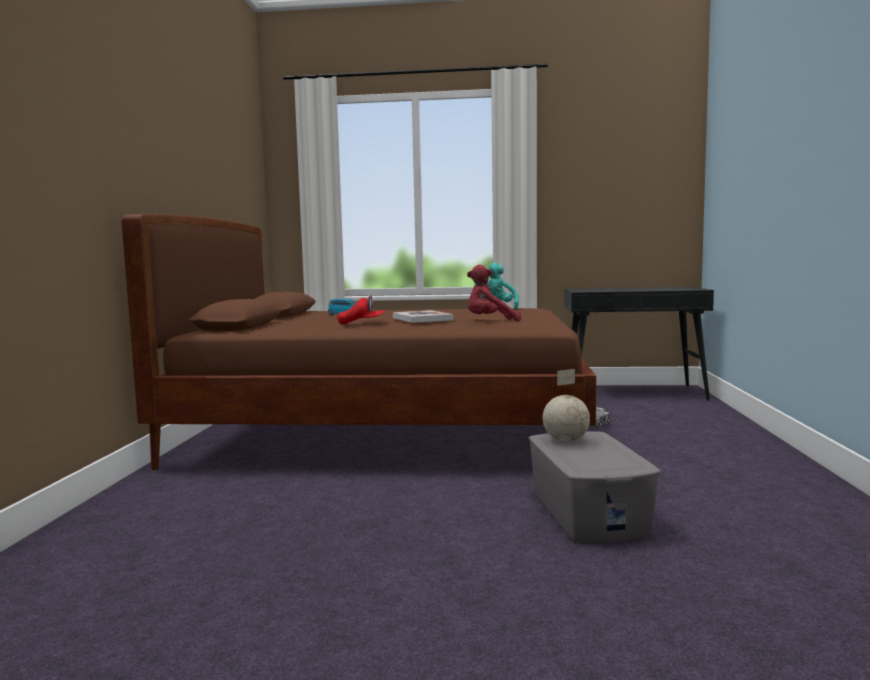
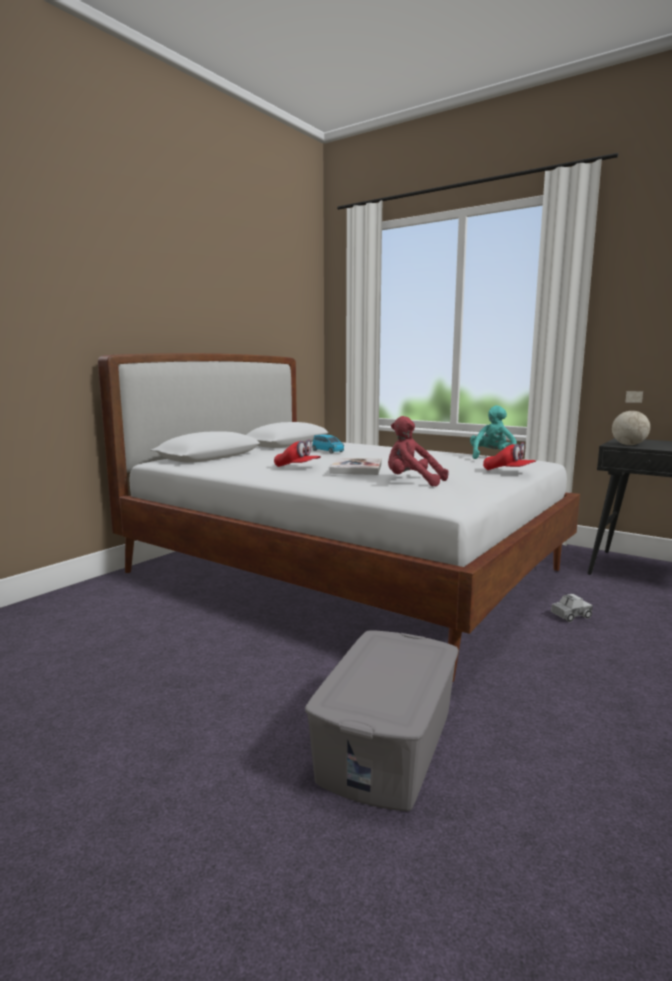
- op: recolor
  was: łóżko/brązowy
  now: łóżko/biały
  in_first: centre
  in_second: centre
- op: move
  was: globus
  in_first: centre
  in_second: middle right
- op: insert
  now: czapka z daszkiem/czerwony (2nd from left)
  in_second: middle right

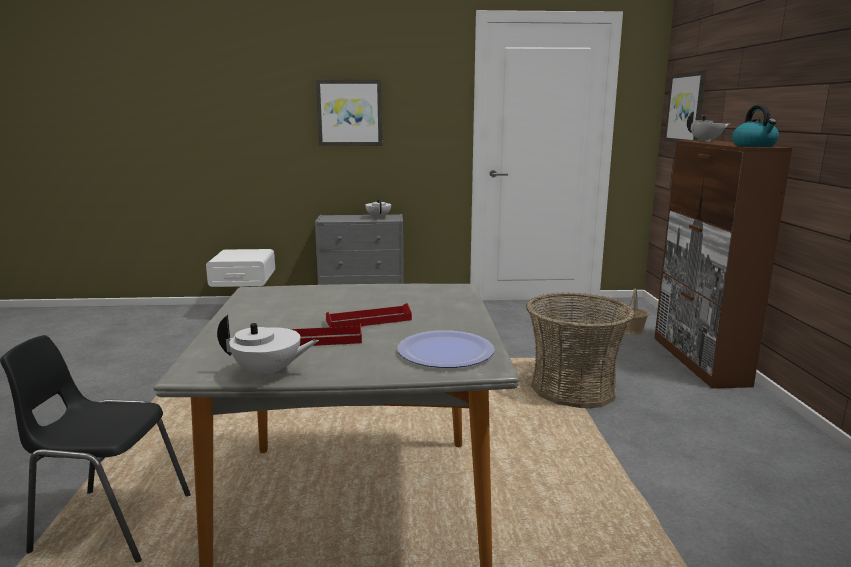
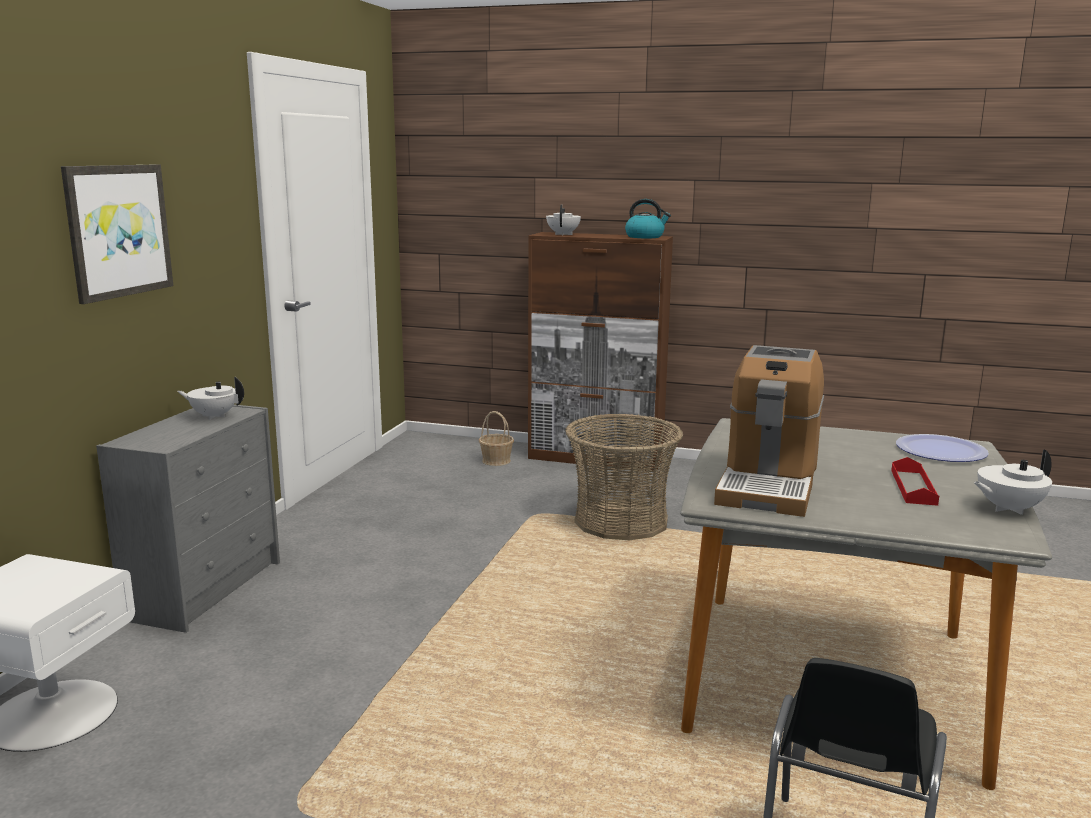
- op: delete
  was: obraz (2nd from left)
  in_first: top right
- op: delete
  was: taca/czerwony (2nd from left)
  in_first: centre
- op: rotate
  was: imbryk/biały (1st from left in the first image)
  in_first: middle left
  in_second: middle right
  clockwise: -135
- op: insert
  now: ekspres do kawy
  in_second: middle right

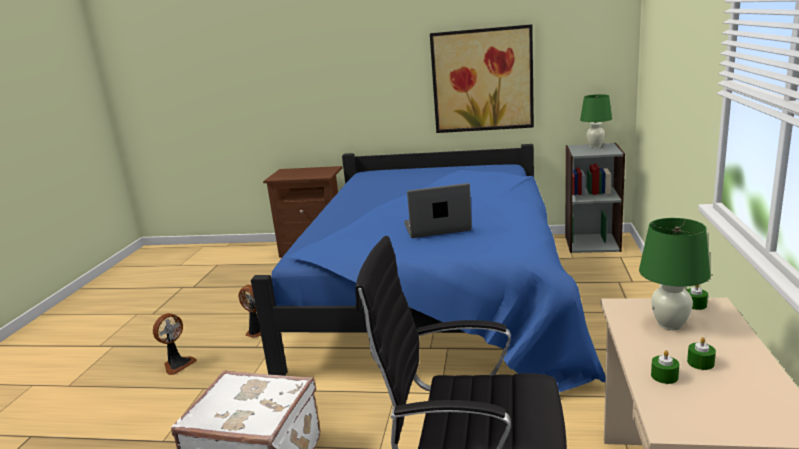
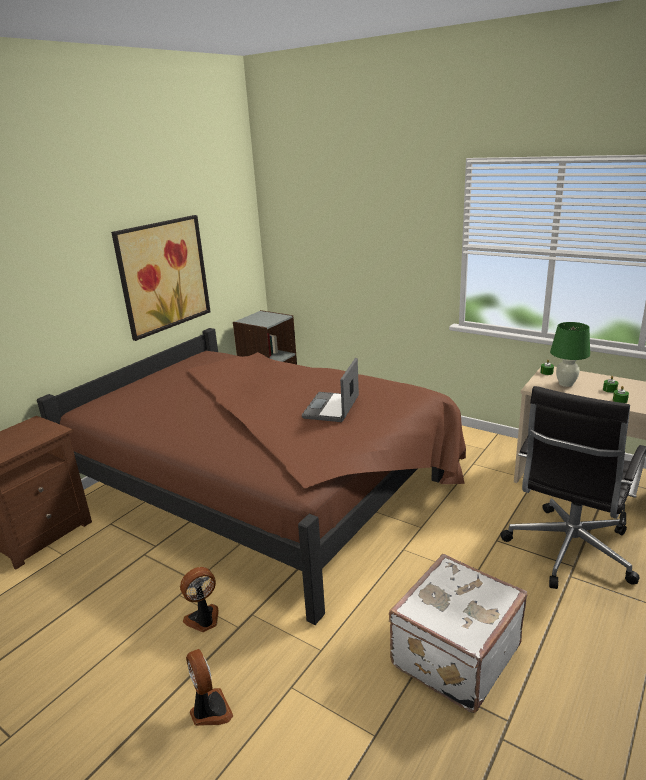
- op: delete
  was: lampa stołowa/zielony (1st from left)
  in_first: top right
- op: recolor
  was: łóżko/niebieski
  now: łóżko/brązowy
  in_first: centre
  in_second: centre

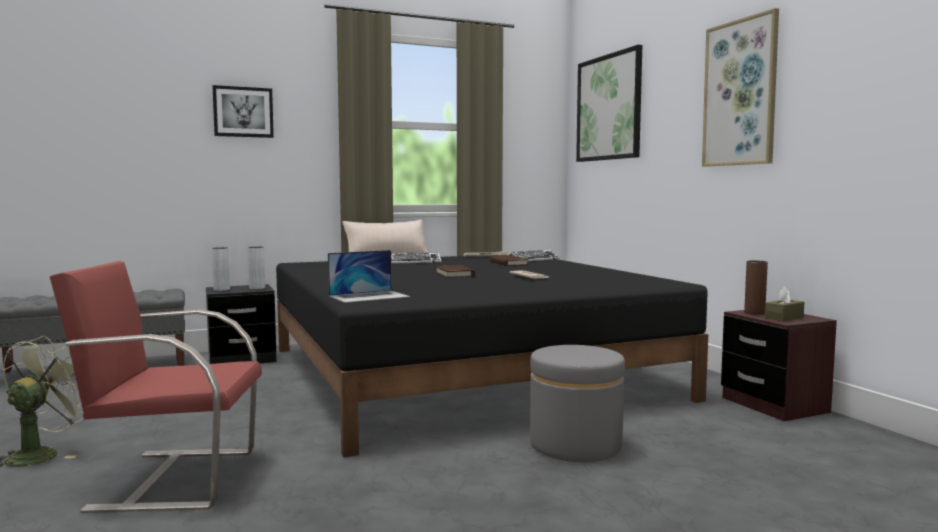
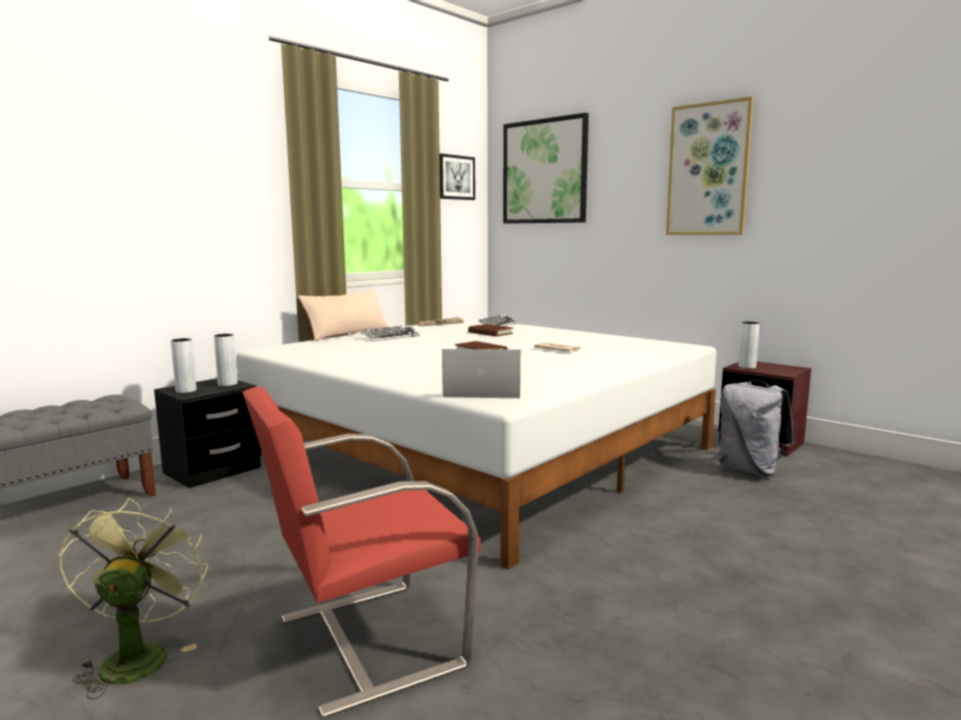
- op: move
  was: obraz (1st from left)
  in_first: top left
  in_second: top centre
- op: rotate
  was: laptop
  in_first: centre
  in_second: centre
  clockwise: -120
- op: recolor
  was: łóżko/czarny
  now: łóżko/biały
  in_first: bottom centre
  in_second: centre
- op: recolor
  was: wazon/brązowy
  now: wazon/szary (3rd from left)
  in_first: middle right
  in_second: middle right
- op: delete
  was: pudełko chusteczek/brązowy
  in_first: middle right
- op: delete
  was: pufa/szary
  in_first: bottom centre
- op: insert
  now: plecak/szary
  in_second: middle right

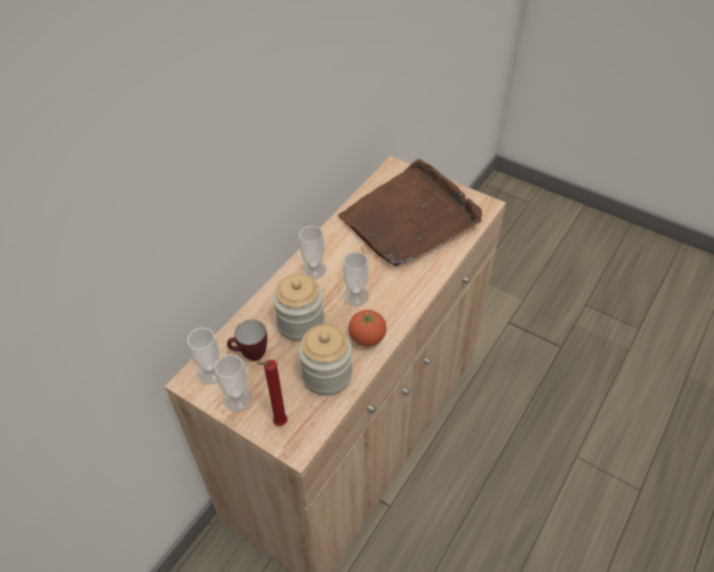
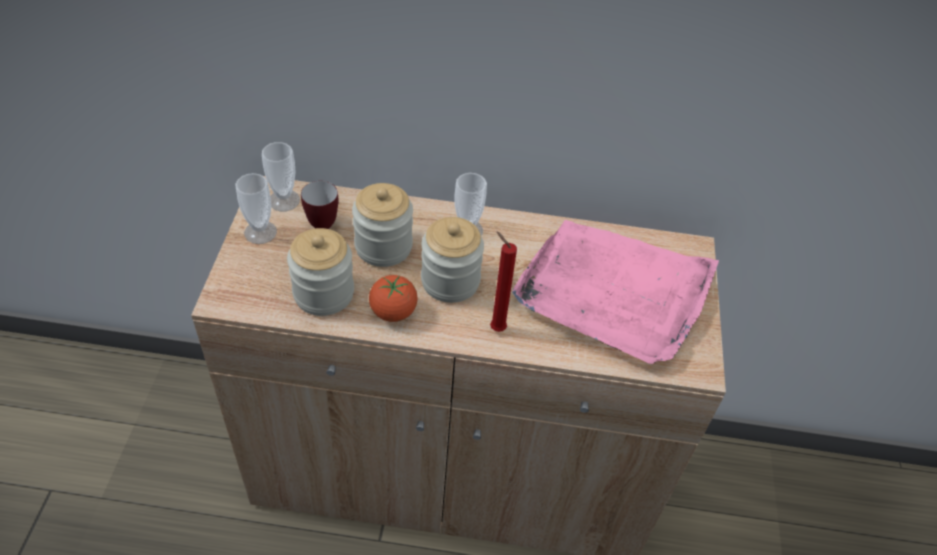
- op: recolor
  was: taca/brązowy
  now: taca/różowy
  in_first: centre
  in_second: centre
- op: replace
  was: filiżanka (4th from left)
  now: słoik (3rd from left)
  in_first: centre
  in_second: centre
- op: move
  was: świeca/czerwony
  in_first: bottom centre
  in_second: centre

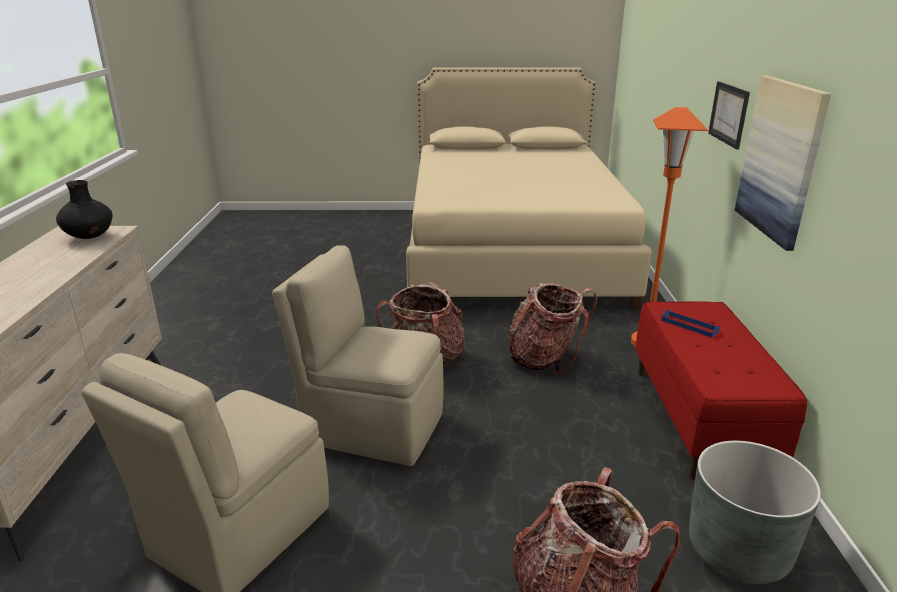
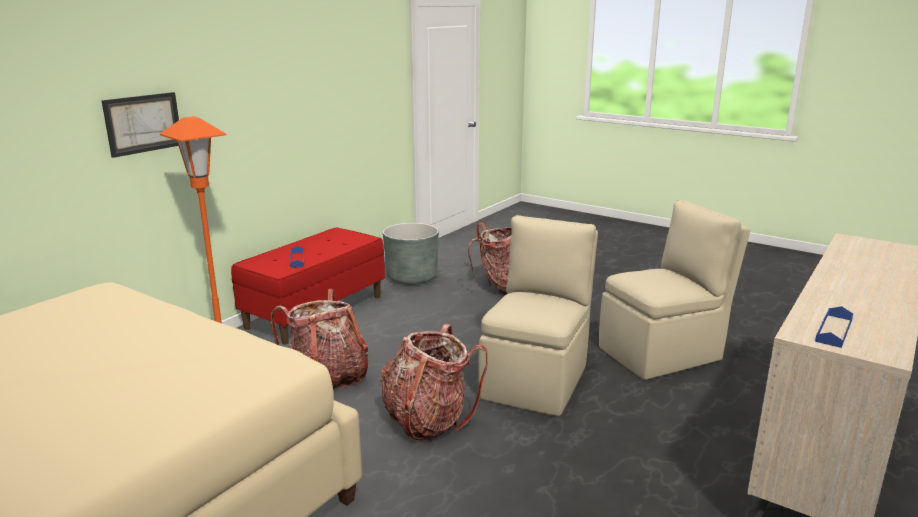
- op: delete
  was: obraz (2nd from left)
  in_first: top right
- op: replace
  was: wazon/czarny
  now: taca/niebieski (2nd from left)
  in_first: middle left
  in_second: middle right
- op: rotate
  was: krzesło/beżowy (2nd from left in the first image)
  in_first: centre
  in_second: centre
  clockwise: -120

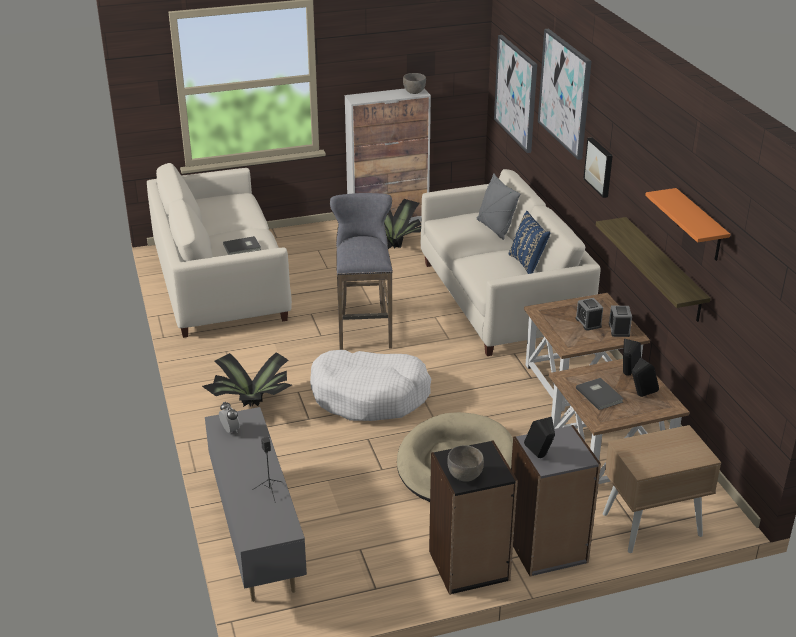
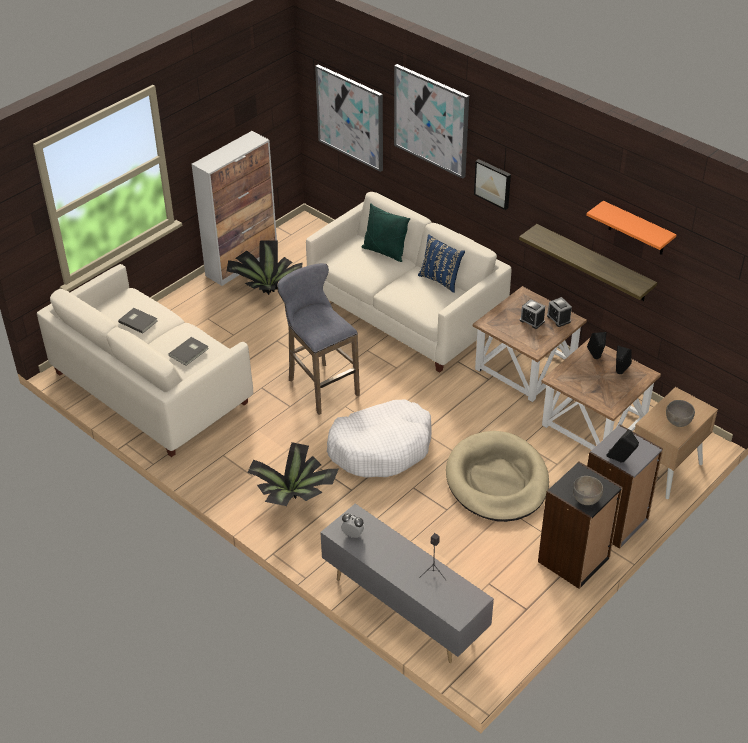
- op: move
  was: miska/szary (1st from left in the first image)
  now: miska/szary (2nd from left)
  in_first: top centre
  in_second: middle right
- op: recolor
  was: poduszka/szary
  now: poduszka/zielony
  in_first: top centre
  in_second: top centre
- op: move
  was: książka/szary (2nd from left in the first image)
  now: książka/szary (1st from left)
  in_first: middle right
  in_second: middle left

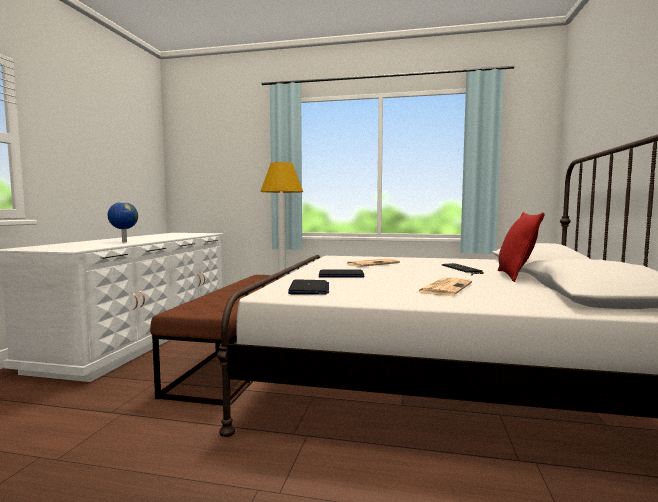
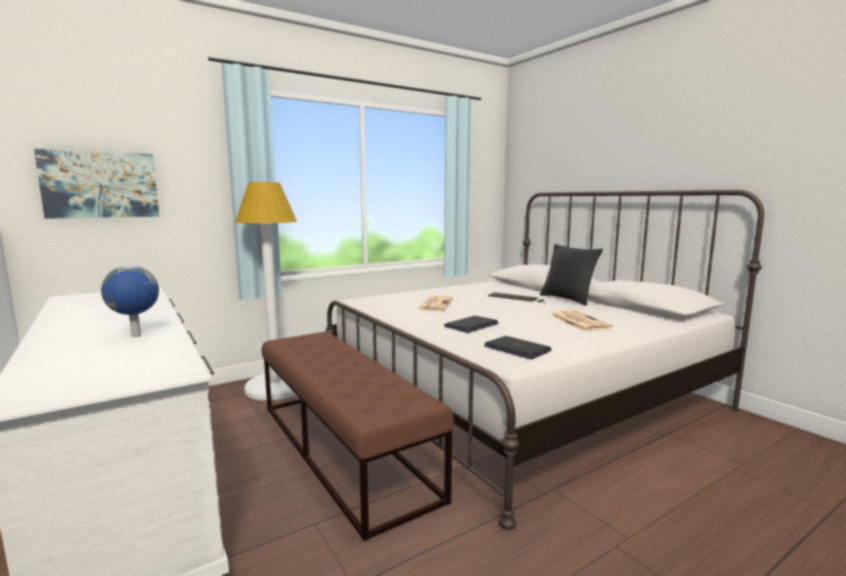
- op: recolor
  was: poduszka/czerwony
  now: poduszka/czarny
  in_first: middle right
  in_second: middle right
- op: insert
  now: obraz
  in_second: top left

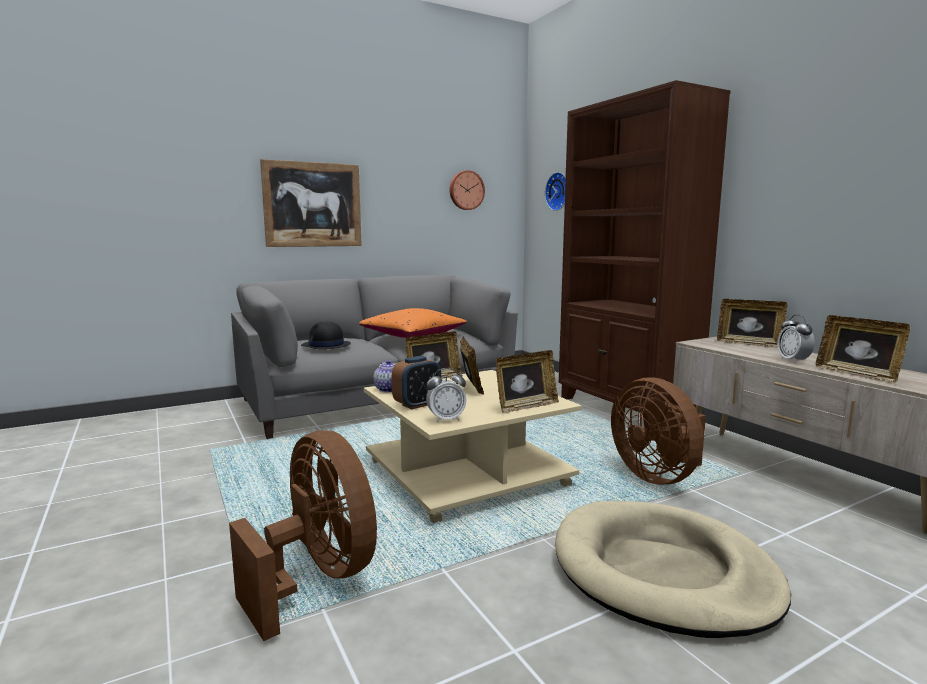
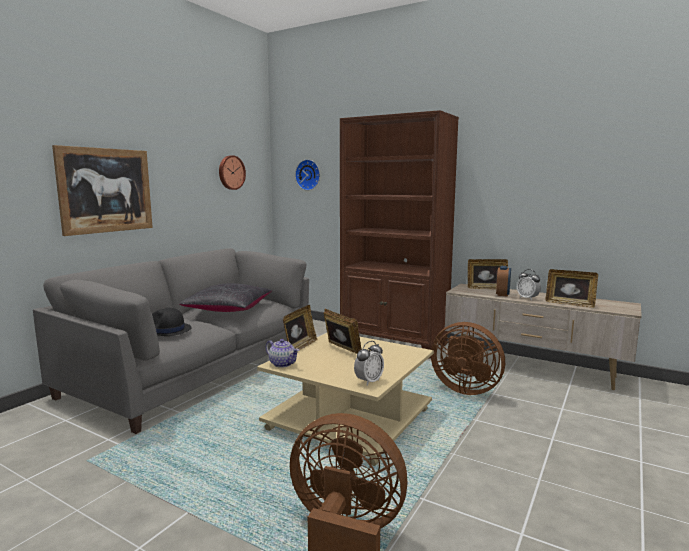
- op: recolor
  was: poduszka/pomarańczowy
  now: poduszka/czarny
  in_first: centre
  in_second: middle left
- op: delete
  was: ramka na zdjęcie (3rd from left)
  in_first: centre
- op: move
  was: budzik (1st from left in the first image)
  now: budzik (2nd from left)
  in_first: centre
  in_second: middle right
- op: delete
  was: legowisko/beżowy
  in_first: bottom right

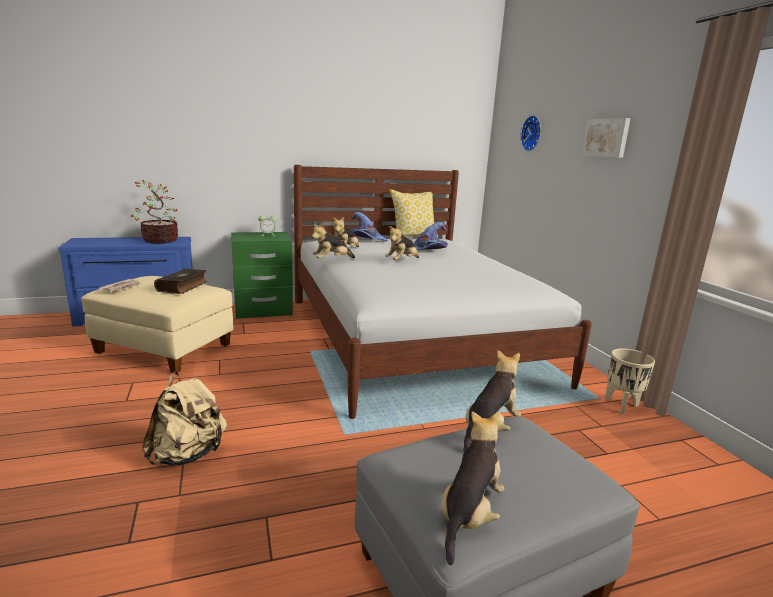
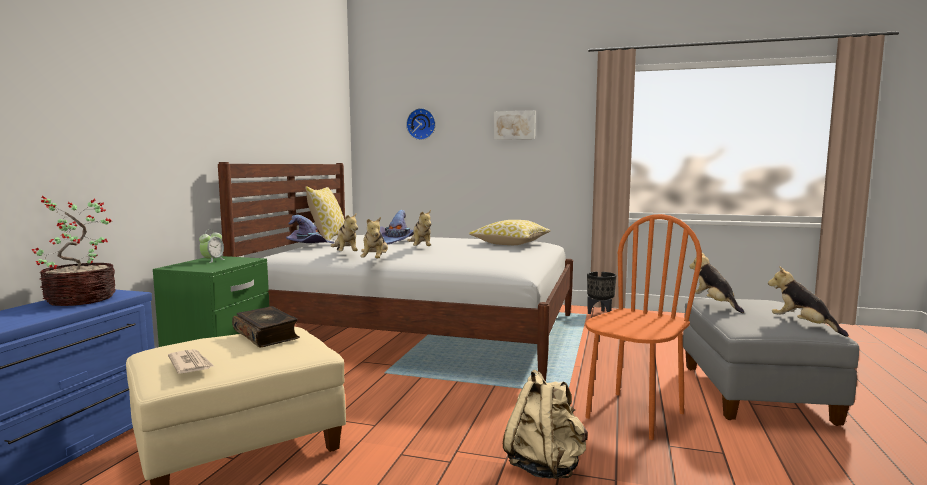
- op: recolor
  was: donica/beżowy
  now: donica/czarny
  in_first: middle right
  in_second: centre
- op: insert
  now: krzesło/pomarańczowy
  in_second: bottom right
- op: insert
  now: poduszka (2nd from left)
  in_second: centre

